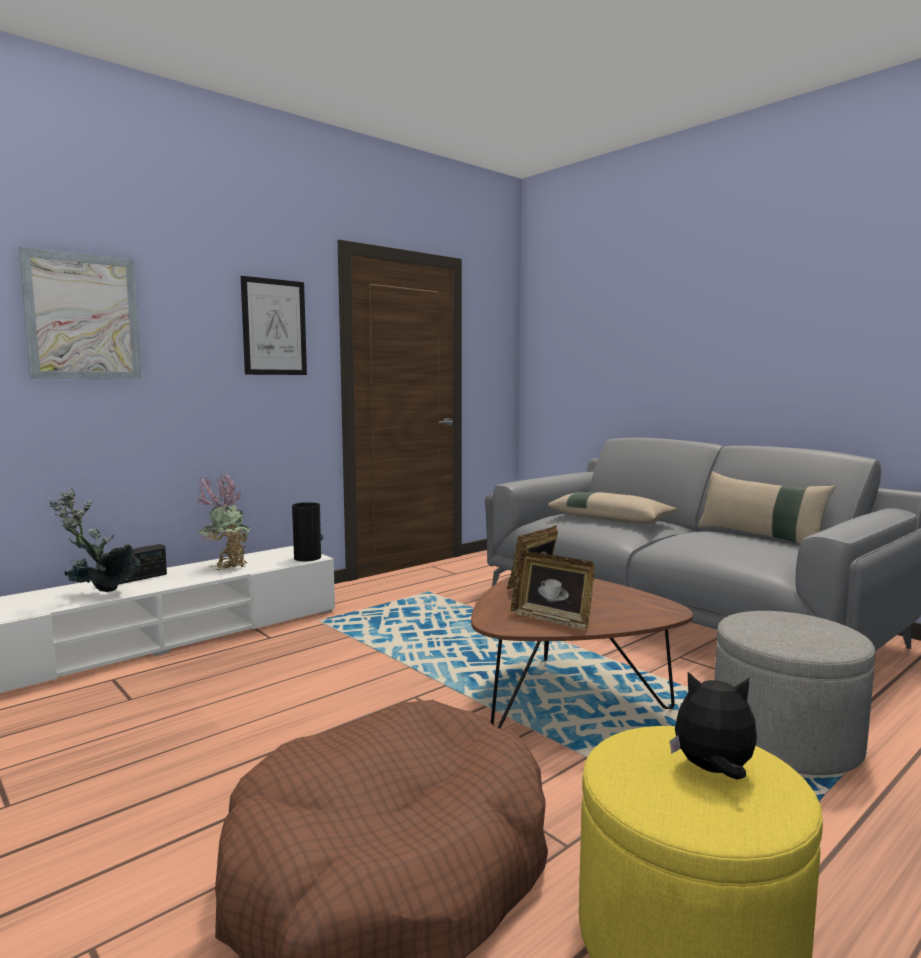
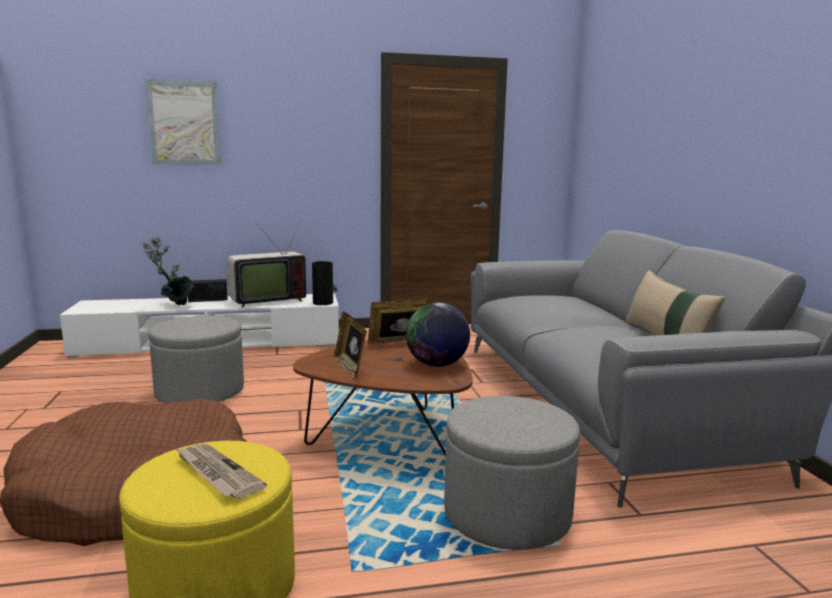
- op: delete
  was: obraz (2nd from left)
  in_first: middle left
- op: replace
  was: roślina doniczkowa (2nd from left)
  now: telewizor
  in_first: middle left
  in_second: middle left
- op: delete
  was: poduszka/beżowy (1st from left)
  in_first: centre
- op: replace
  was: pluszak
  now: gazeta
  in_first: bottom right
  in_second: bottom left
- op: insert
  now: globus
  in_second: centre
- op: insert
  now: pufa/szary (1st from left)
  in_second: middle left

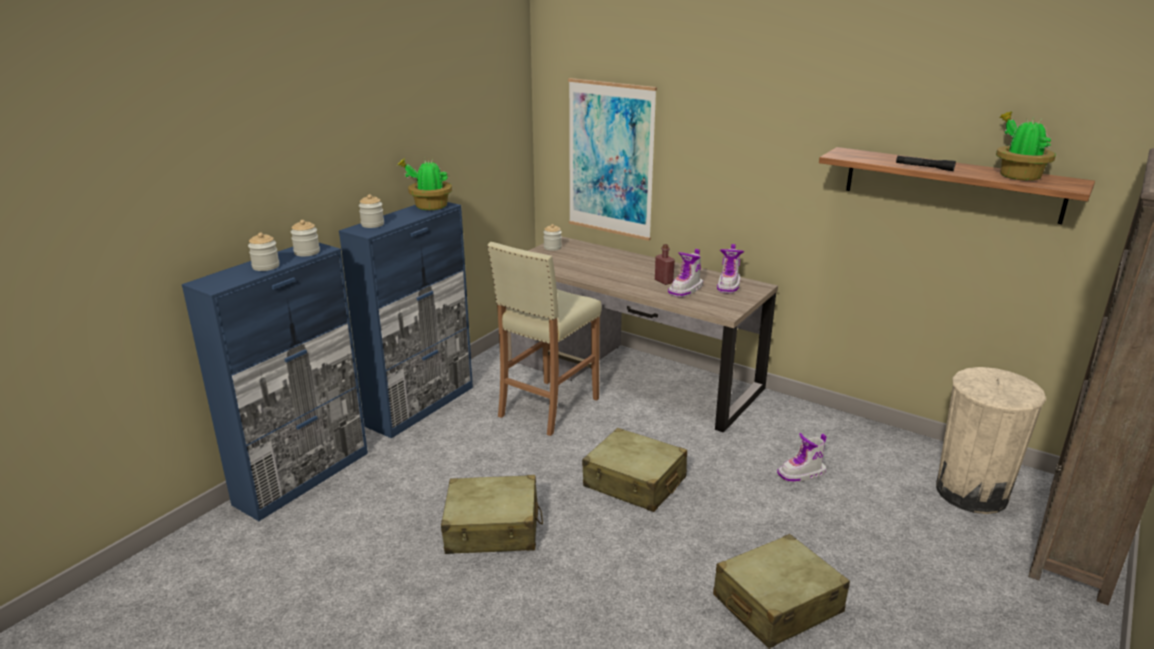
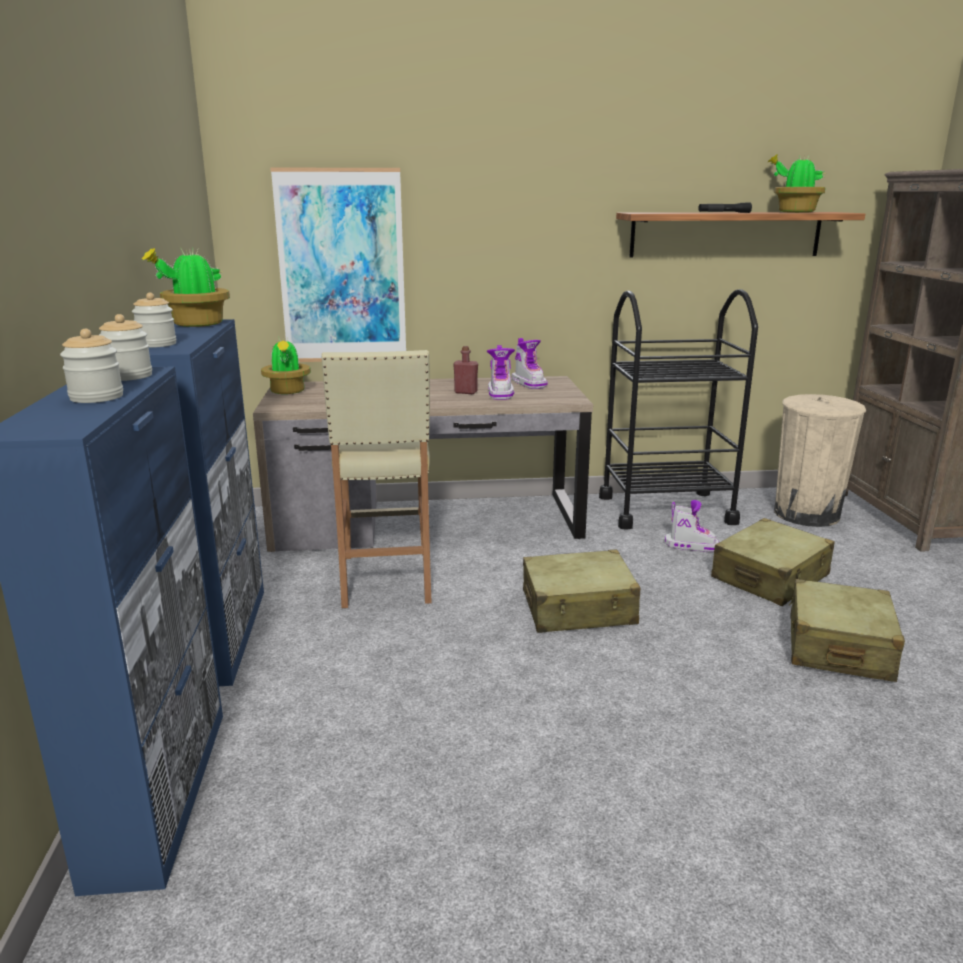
- op: replace
  was: słoik (4th from left)
  now: roślina doniczkowa (2nd from left)
  in_first: centre
  in_second: middle left
- op: rotate
  was: but z cholewką (3rd from left)
  in_first: bottom right
  in_second: middle right
  clockwise: -105
- op: move
  was: walizka/beżowy (1st from left in the first image)
  now: walizka/beżowy (2nd from left)
  in_first: bottom centre
  in_second: middle right
- op: insert
  now: wózek/czarny
  in_second: middle right

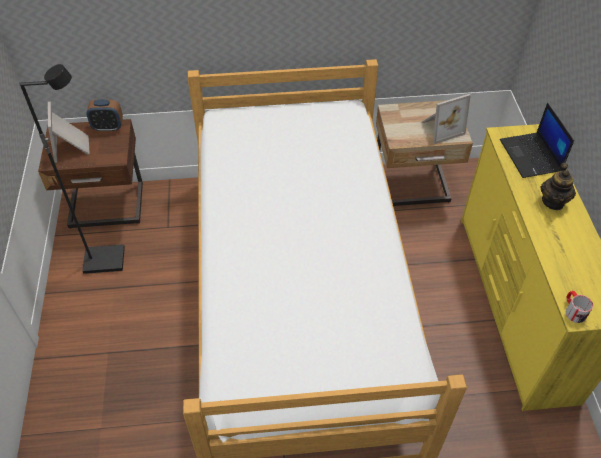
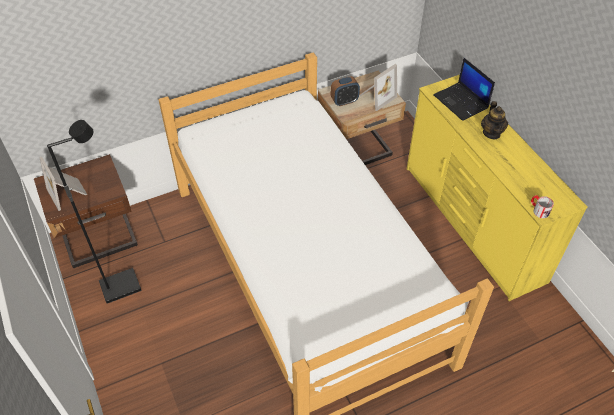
- op: move
  was: budzik
  in_first: top left
  in_second: top centre

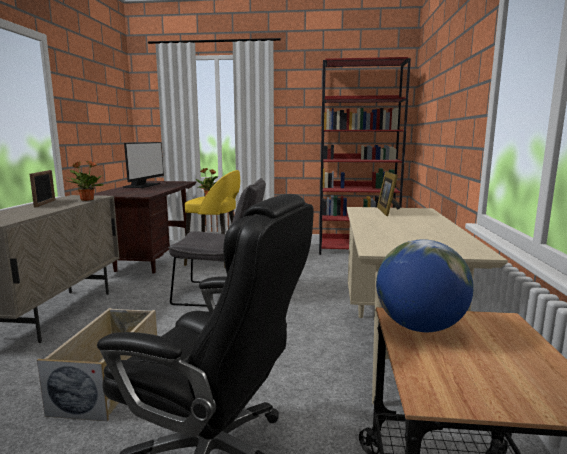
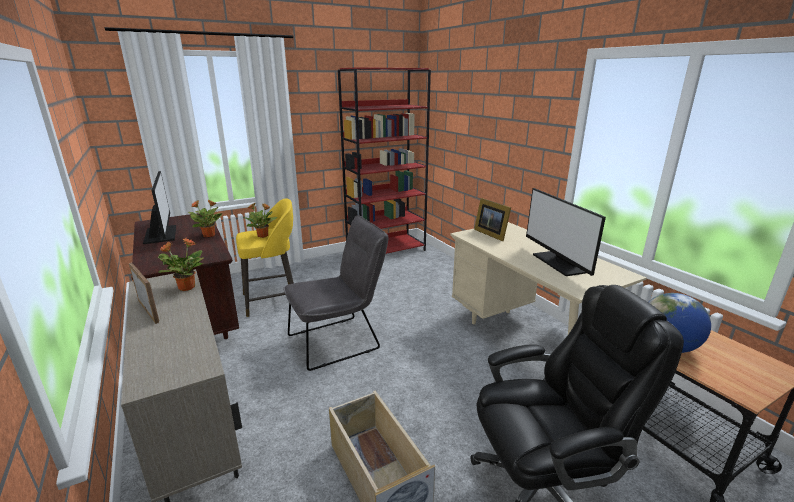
- op: insert
  now: monitor (2nd from left)
  in_second: middle right
- op: insert
  now: roślina doniczkowa (2nd from left)
  in_second: middle left

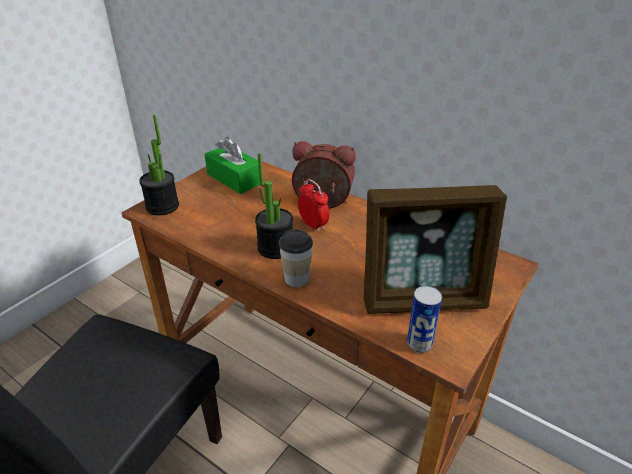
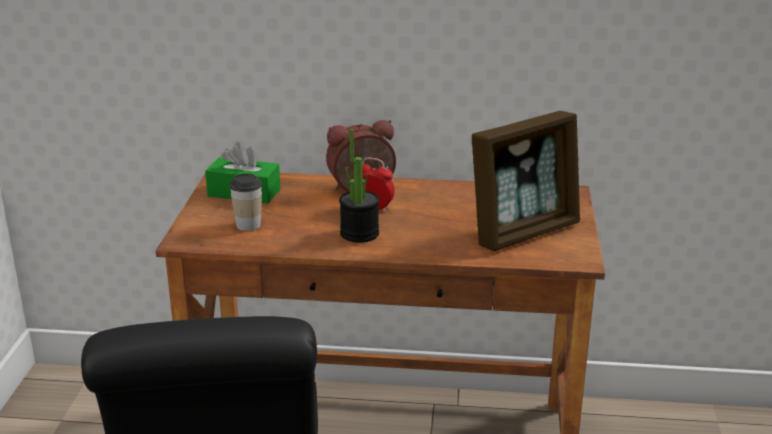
- op: delete
  was: roślina doniczkowa (1st from left)
  in_first: middle left
- op: move
  was: filiżanka
  in_first: centre
  in_second: middle left
- op: delete
  was: puszka
  in_first: bottom right

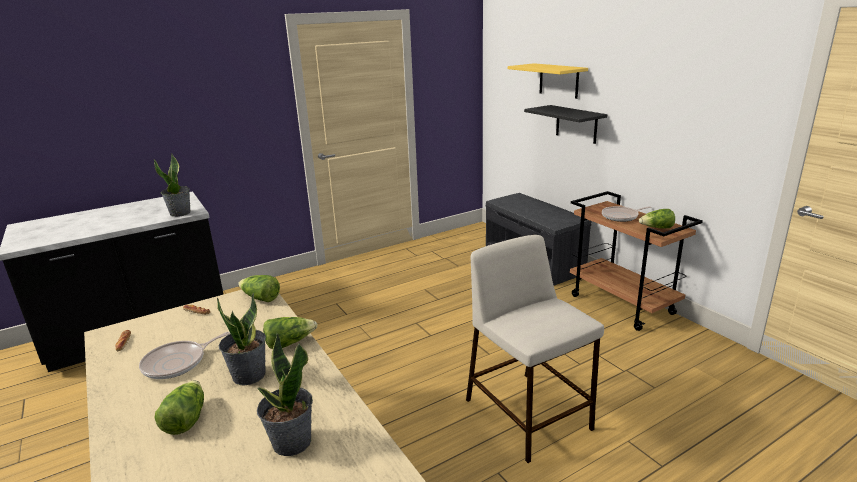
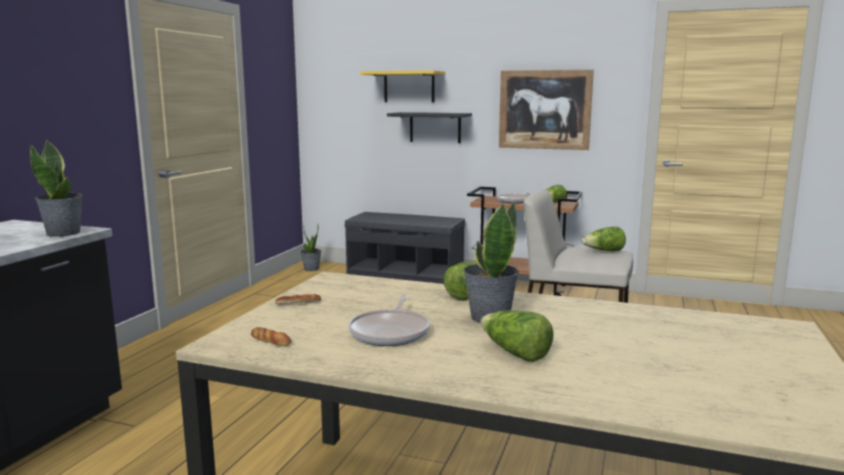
- op: move
  was: sałata (2nd from left in the first image)
  now: sałata (4th from left)
  in_first: middle left
  in_second: middle right
- op: move
  was: roślina doniczkowa (3rd from left in the first image)
  now: roślina doniczkowa (2nd from left)
  in_first: bottom left
  in_second: centre
- op: insert
  now: obraz
  in_second: top centre

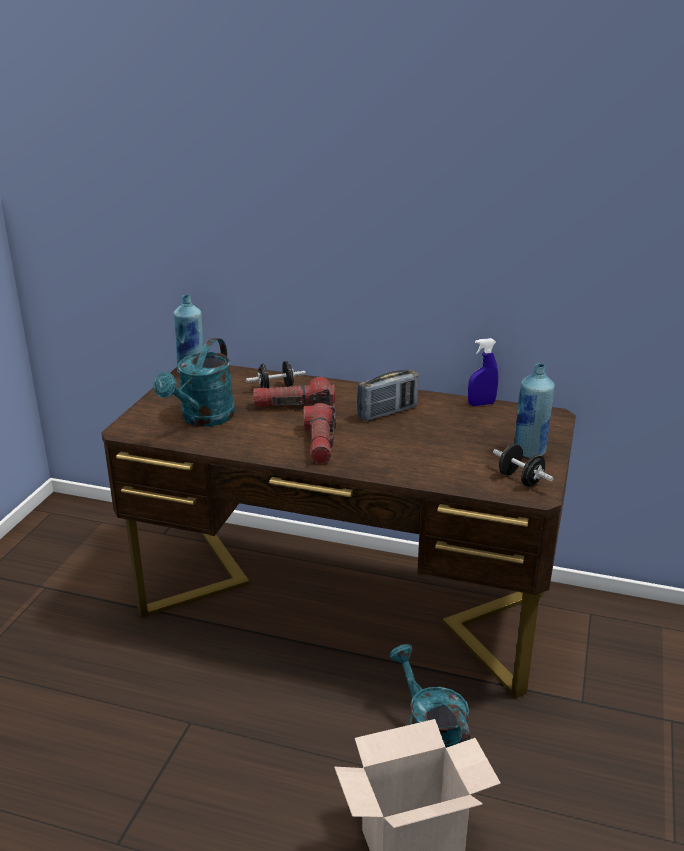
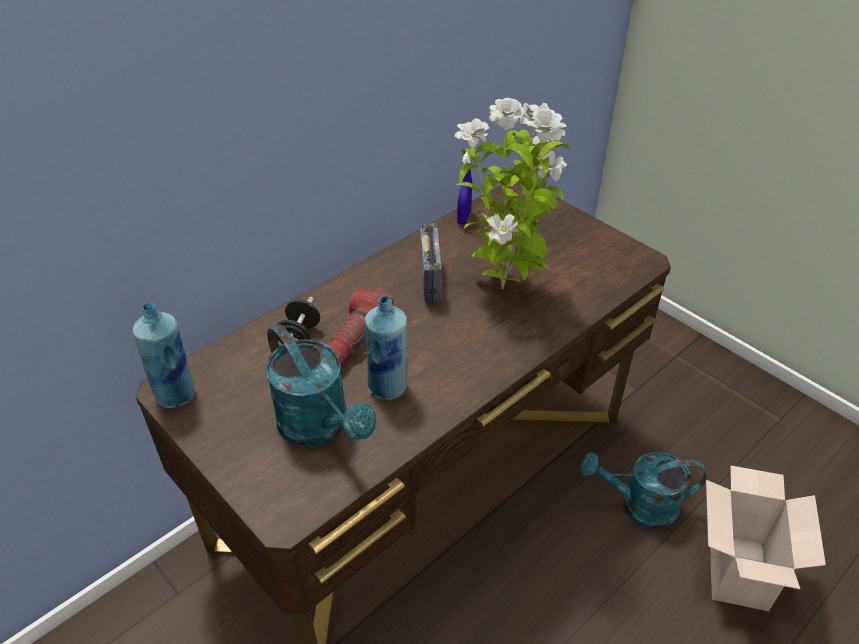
- op: move
  was: butelka/niebieski (2nd from left)
  in_first: middle right
  in_second: centre
- op: delete
  was: latarka (2nd from left)
  in_first: centre
- op: delete
  was: hantel/czarny (2nd from left)
  in_first: middle right
- op: insert
  now: roślina doniczkowa
  in_second: top centre

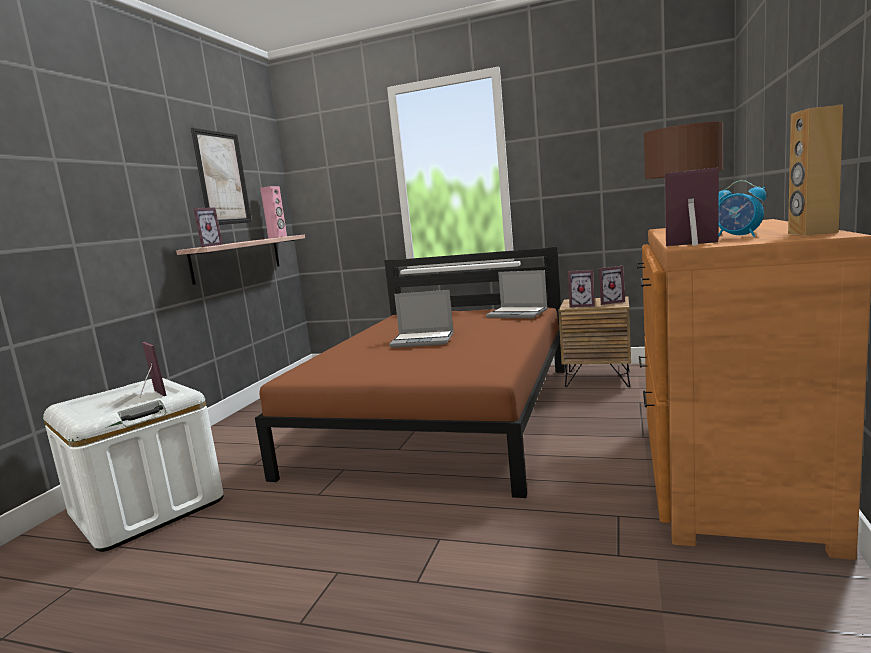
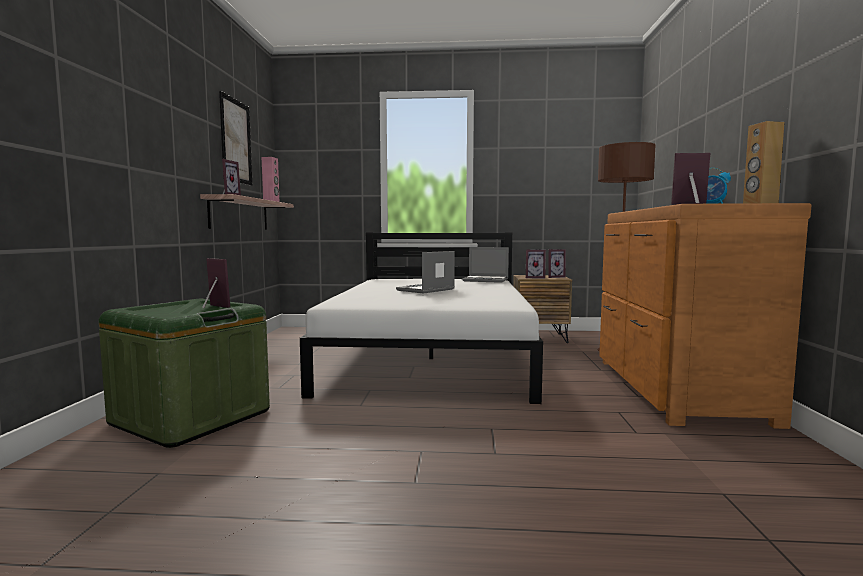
- op: recolor
  was: łóżko/brązowy
  now: łóżko/biały
  in_first: centre
  in_second: centre
- op: rotate
  was: laptop (1st from left)
  in_first: centre
  in_second: centre
  clockwise: 135
- op: recolor
  was: pojemnik do przechowywania/biały
  now: pojemnik do przechowywania/zielony
  in_first: bottom left
  in_second: middle left

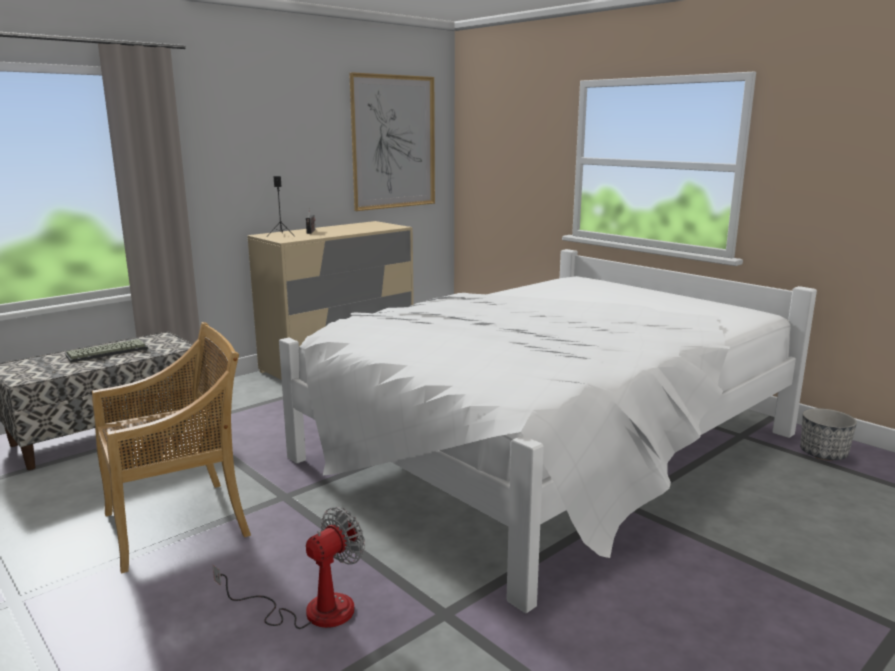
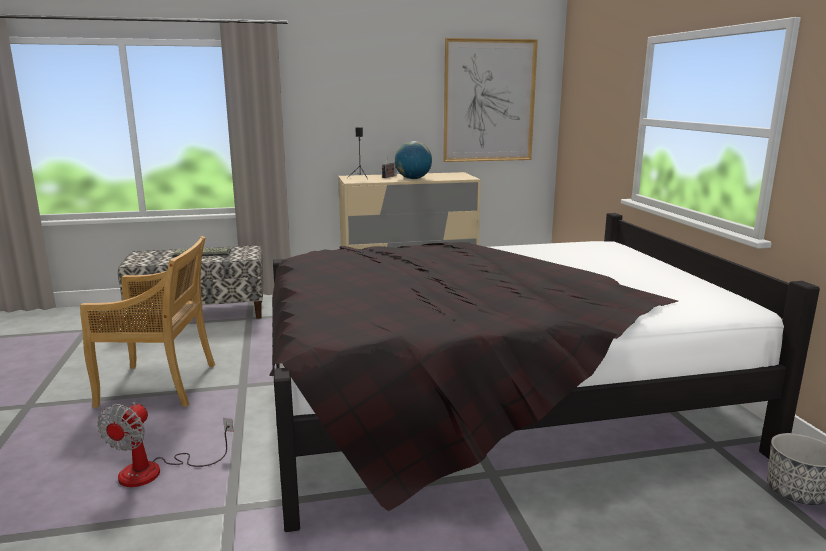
- op: recolor
  was: łóżko/biały
  now: łóżko/czarny
  in_first: centre
  in_second: bottom centre
- op: rotate
  was: wentylator
  in_first: bottom left
  in_second: bottom left
  clockwise: 120
- op: insert
  now: globus
  in_second: top centre

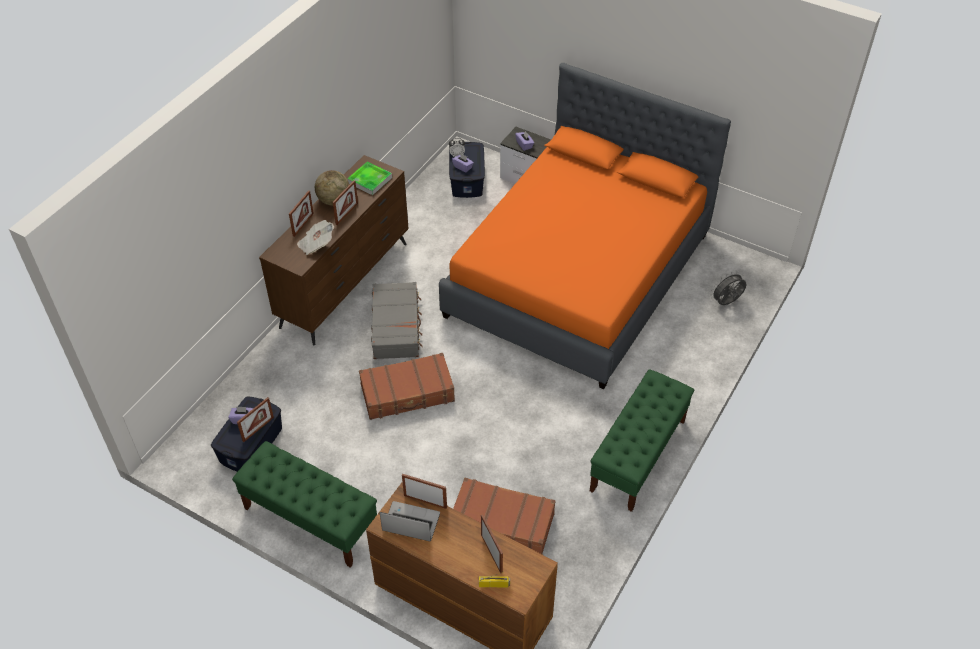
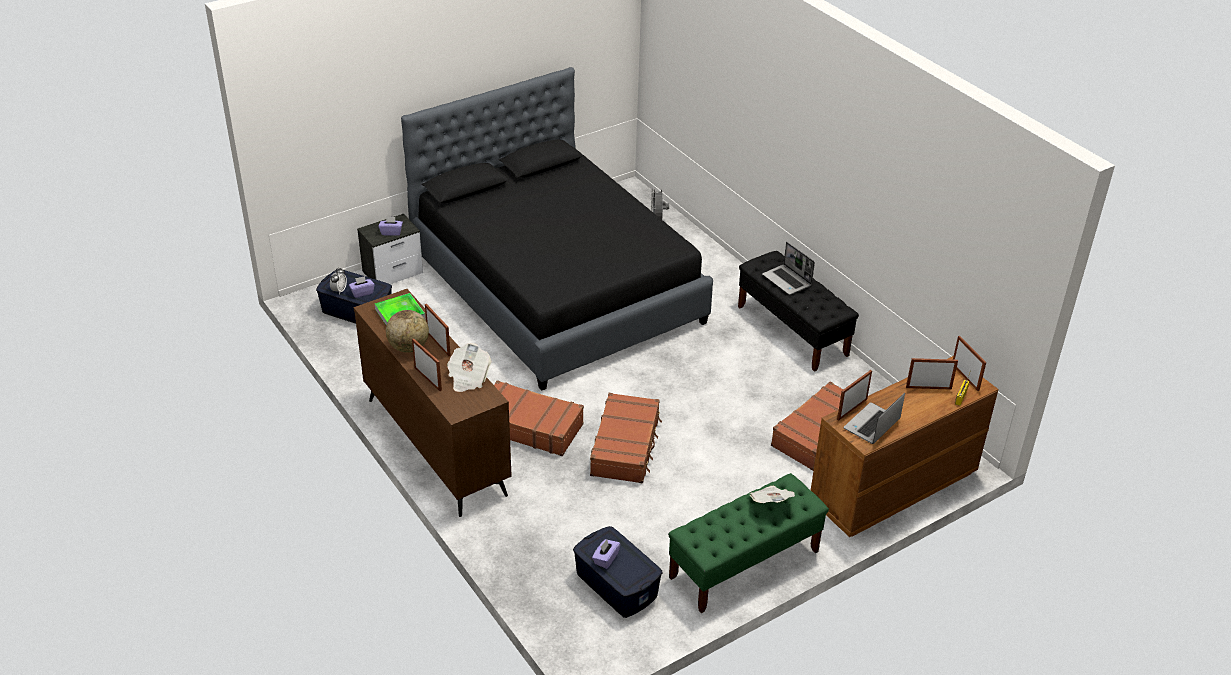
- op: recolor
  was: łóżko/pomarańczowy
  now: łóżko/czarny
  in_first: centre
  in_second: centre
- op: recolor
  was: walizka/szary
  now: walizka/brązowy (1st from left)
  in_first: centre
  in_second: centre
- op: recolor
  was: ławka/zielony (2nd from left)
  now: ławka/czarny
  in_first: bottom centre
  in_second: centre
- op: move
  was: ramka na zdjęcie (1st from left in the first image)
  now: ramka na zdjęcie (5th from left)
  in_first: middle left
  in_second: middle right
- op: insert
  now: laptop (1st from left)
  in_second: centre
- op: insert
  now: gazeta (2nd from left)
  in_second: bottom centre

